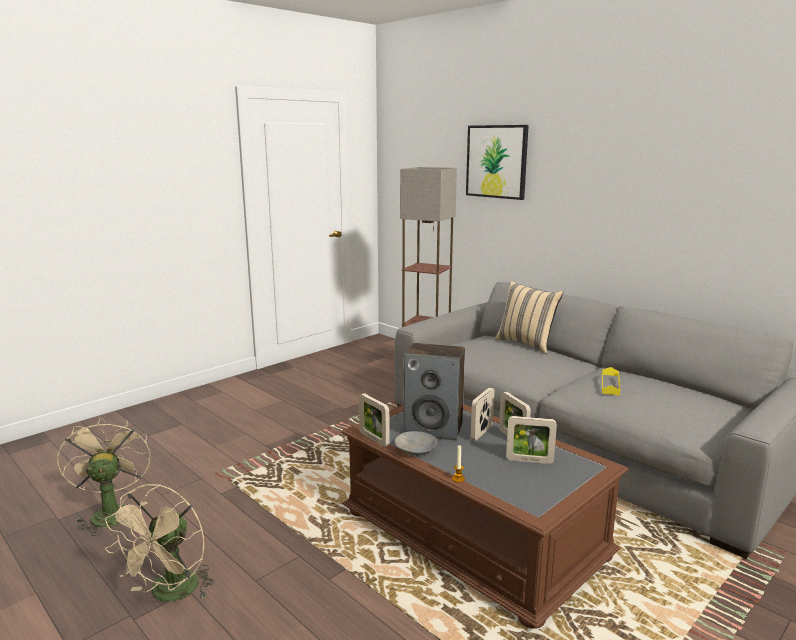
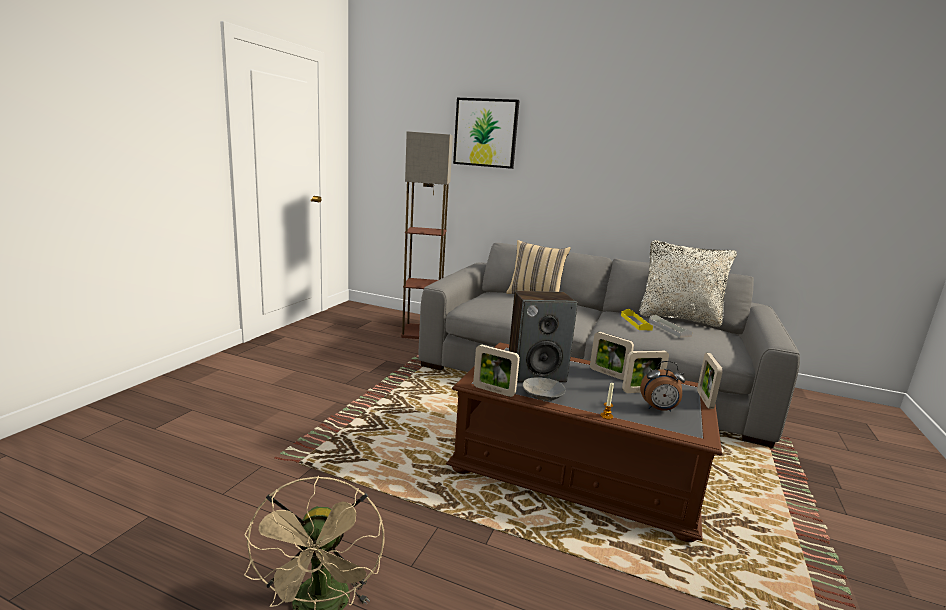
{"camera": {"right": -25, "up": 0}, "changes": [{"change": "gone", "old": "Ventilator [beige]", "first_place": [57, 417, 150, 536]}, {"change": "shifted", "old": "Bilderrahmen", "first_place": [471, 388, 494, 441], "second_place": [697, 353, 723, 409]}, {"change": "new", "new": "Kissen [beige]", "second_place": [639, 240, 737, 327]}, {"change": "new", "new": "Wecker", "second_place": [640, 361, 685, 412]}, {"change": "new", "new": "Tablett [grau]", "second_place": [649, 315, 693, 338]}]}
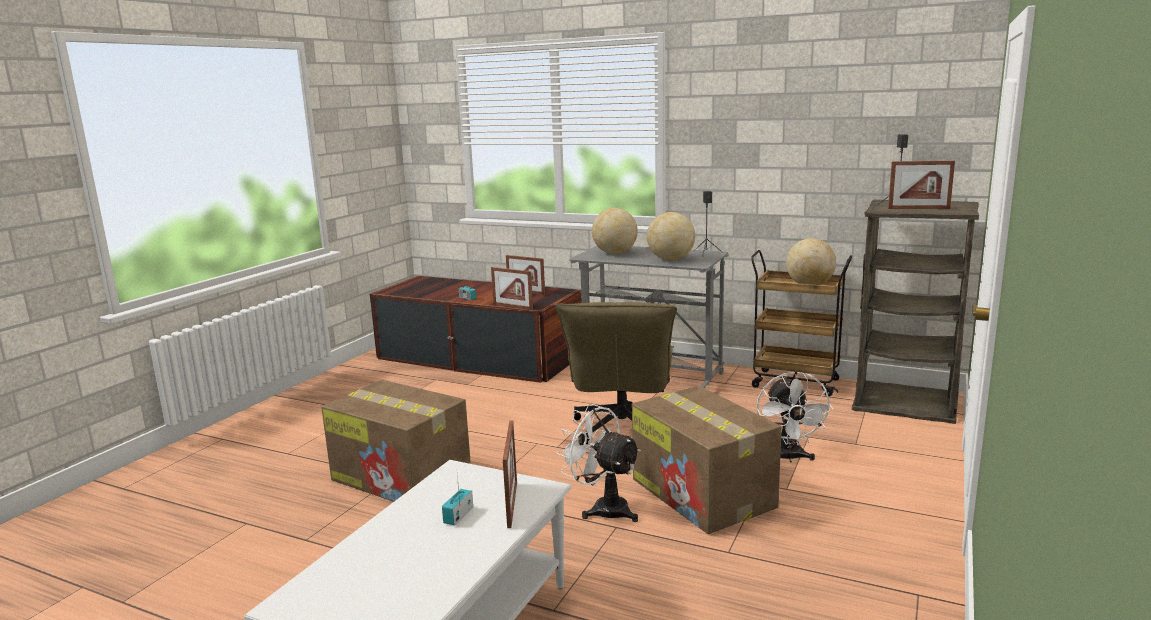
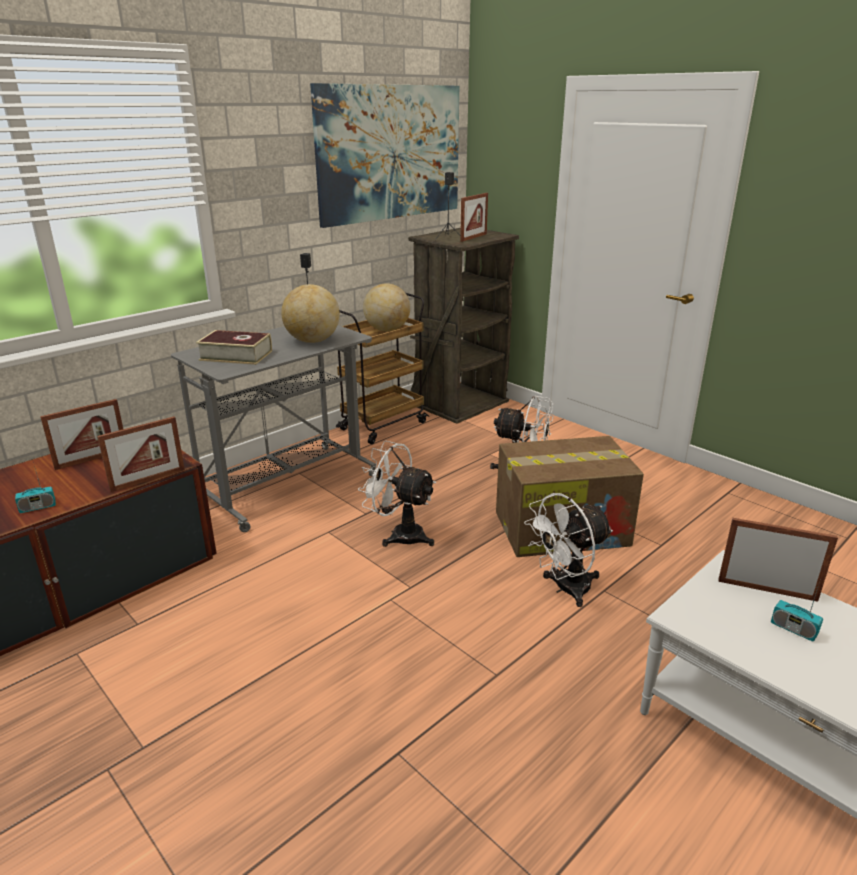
{"camera": {"right": -70, "up": 10}, "changes": [{"change": "gone", "old": "Karton", "first_place": [321, 380, 471, 502]}, {"change": "swapped", "old": "Bürostuhl [beige]", "new": "Ventilator [weiß]", "first_place": [555, 302, 677, 444], "second_place": [358, 440, 436, 547]}, {"change": "swapped", "old": "Globus", "new": "Buch", "first_place": [592, 208, 638, 254], "second_place": [196, 330, 272, 365]}, {"change": "new", "new": "Bild", "second_place": [310, 83, 459, 228]}]}
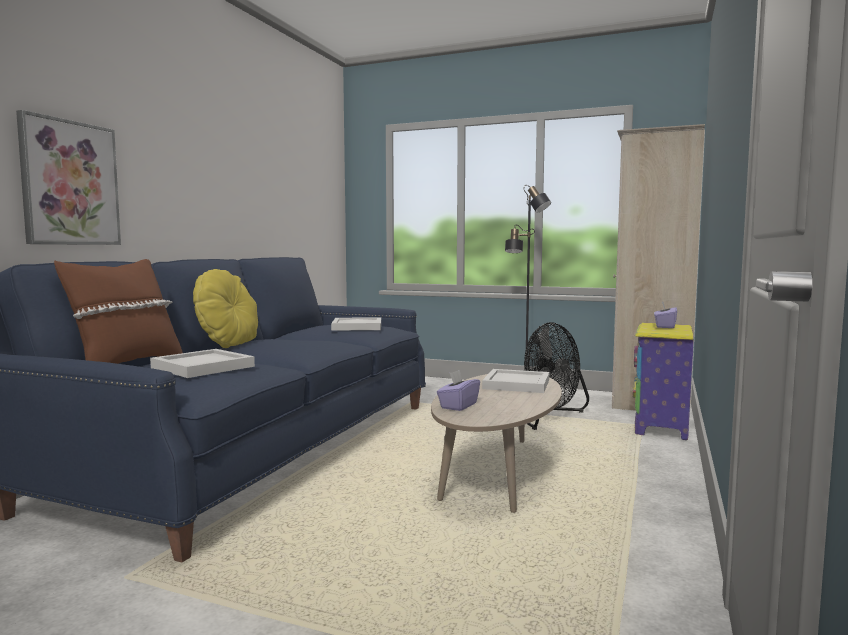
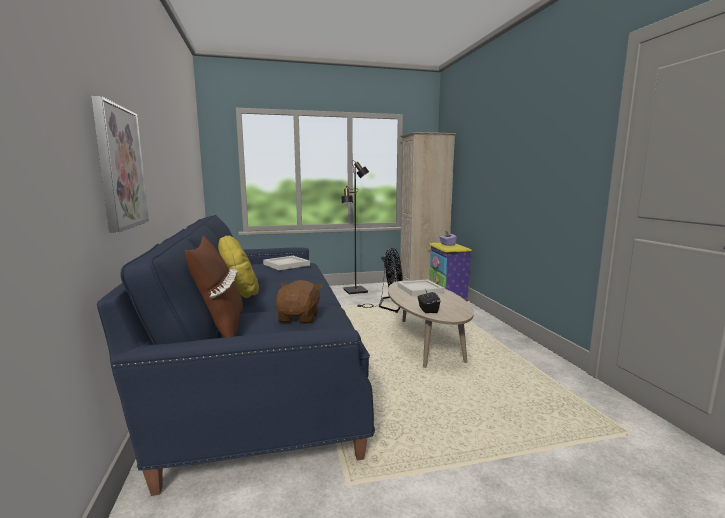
{"camera": {"right": -35, "up": 5}, "changes": [{"change": "swapped", "old": "Tablett [weiß]", "new": "Plüschtier [braun]", "first_place": [150, 349, 255, 378], "second_place": [275, 280, 322, 324]}, {"change": "repainted", "old": "Taschentuchbox [lila]", "new": "Taschentuchbox [schwarz]", "first_place": [437, 369, 480, 411], "second_place": [417, 289, 440, 313]}]}
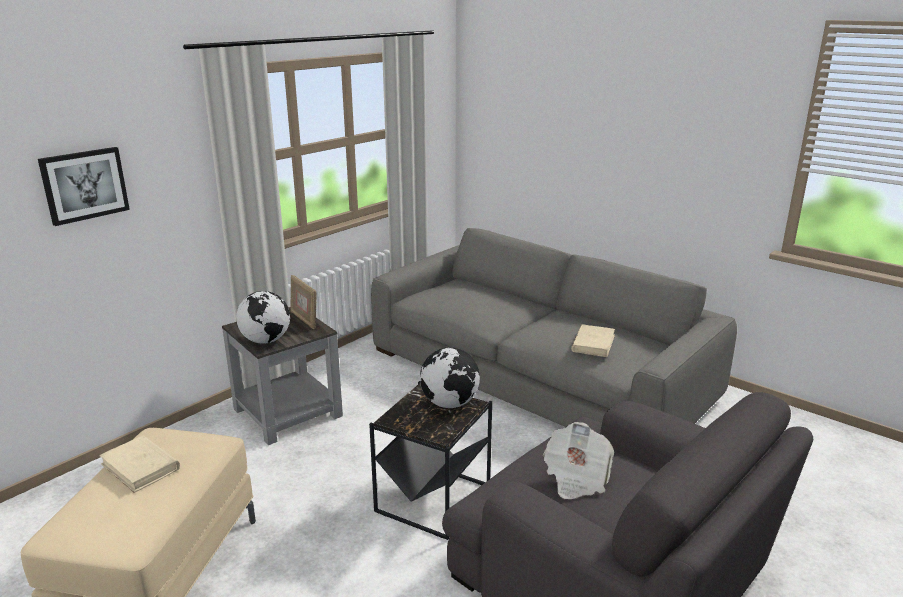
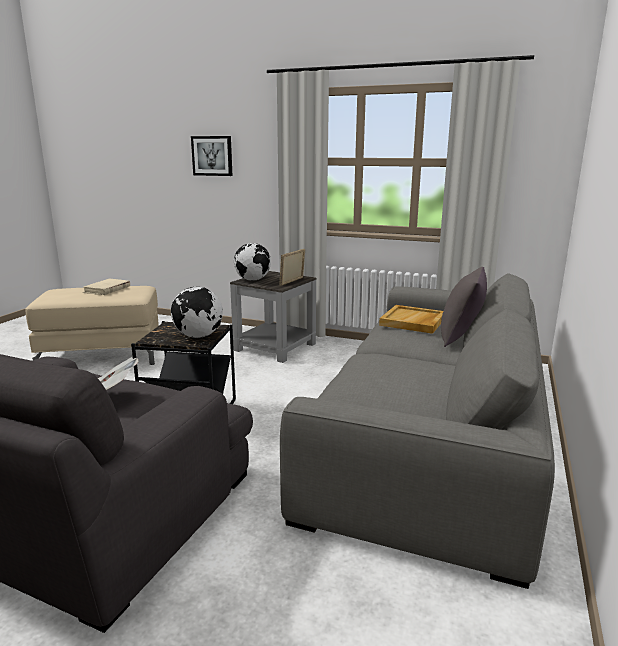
{"camera": {"right": 70, "up": -5}, "changes": [{"change": "gone", "old": "Buch [beige]", "first_place": [571, 324, 615, 357]}, {"change": "new", "new": "Tablett [beige]", "second_place": [379, 305, 443, 334]}, {"change": "new", "new": "Kissen [grau]", "second_place": [441, 267, 487, 347]}]}
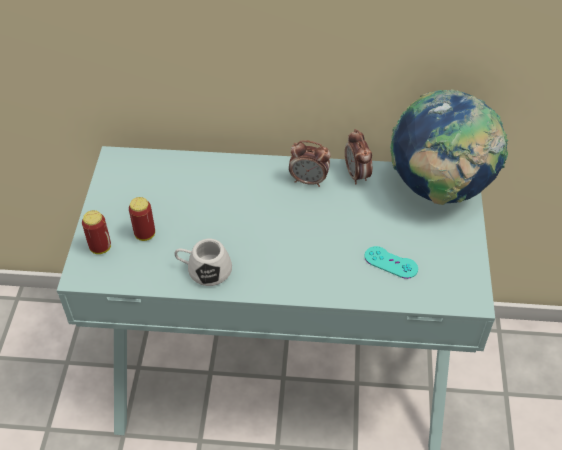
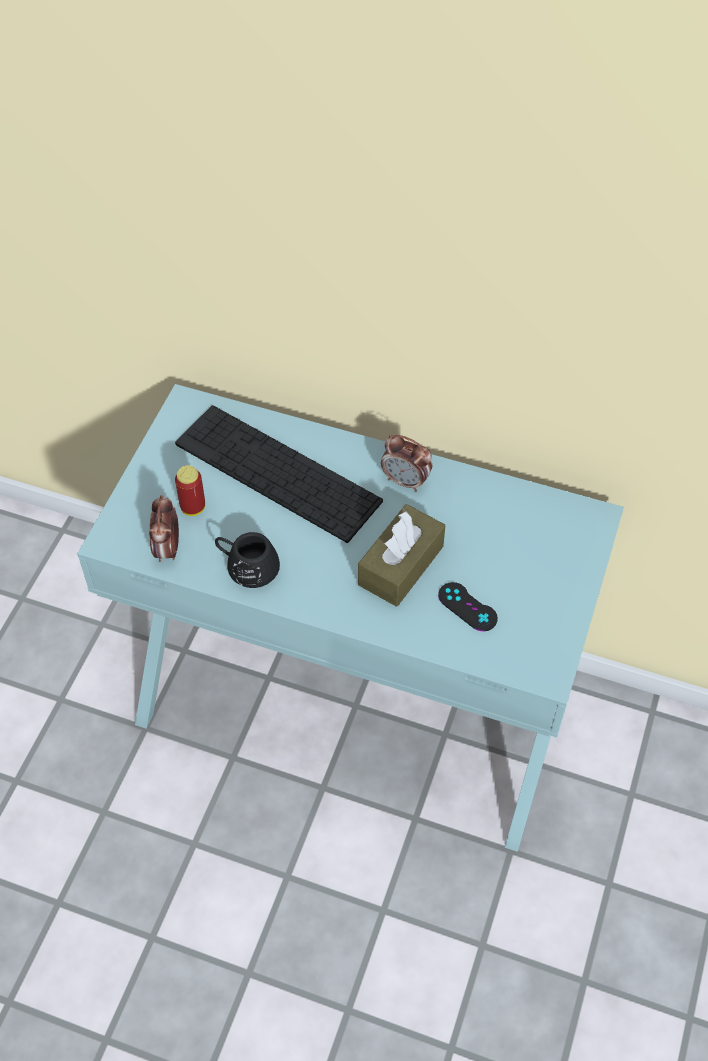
{"camera": {"right": 15, "up": 5}, "changes": [{"change": "gone", "old": "Dose", "first_place": [82, 210, 111, 254]}, {"change": "repainted", "old": "Henkelbecher [weiß]", "new": "Henkelbecher [schwarz]", "first_place": [175, 239, 232, 286], "second_place": [215, 532, 280, 588]}, {"change": "shifted", "old": "Wecker", "first_place": [345, 129, 372, 184], "second_place": [149, 495, 179, 562]}, {"change": "repainted", "old": "Gamepad [türkis]", "new": "Gamepad [schwarz]", "first_place": [364, 246, 418, 279], "second_place": [438, 582, 498, 631]}, {"change": "gone", "old": "Globus", "first_place": [390, 89, 508, 205]}, {"change": "new", "new": "Tastatur", "second_place": [175, 405, 383, 543]}, {"change": "new", "new": "Taschentuchbox [braun]", "second_place": [358, 504, 445, 607]}]}
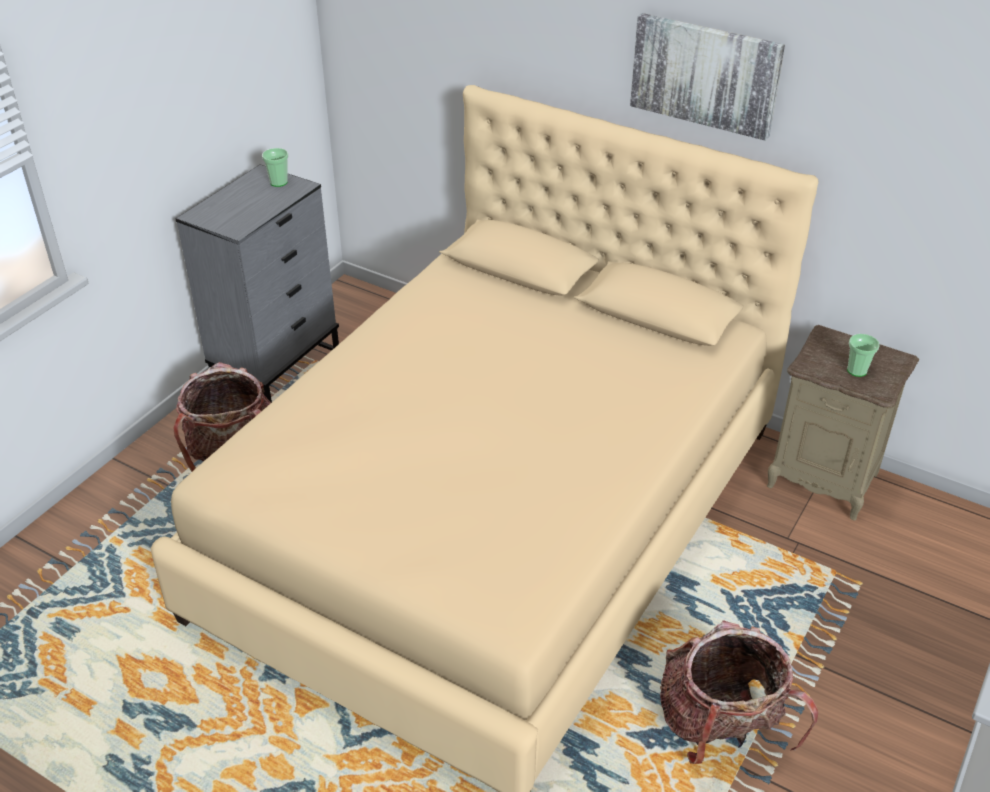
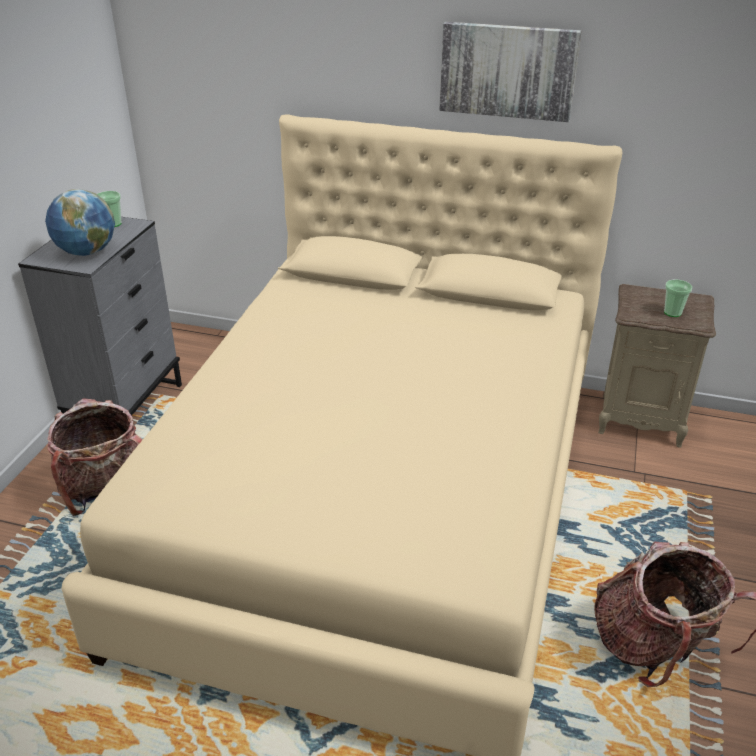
{"camera": {"right": -15, "up": -5}, "changes": [{"change": "new", "new": "Globus", "second_place": [45, 189, 115, 256]}]}
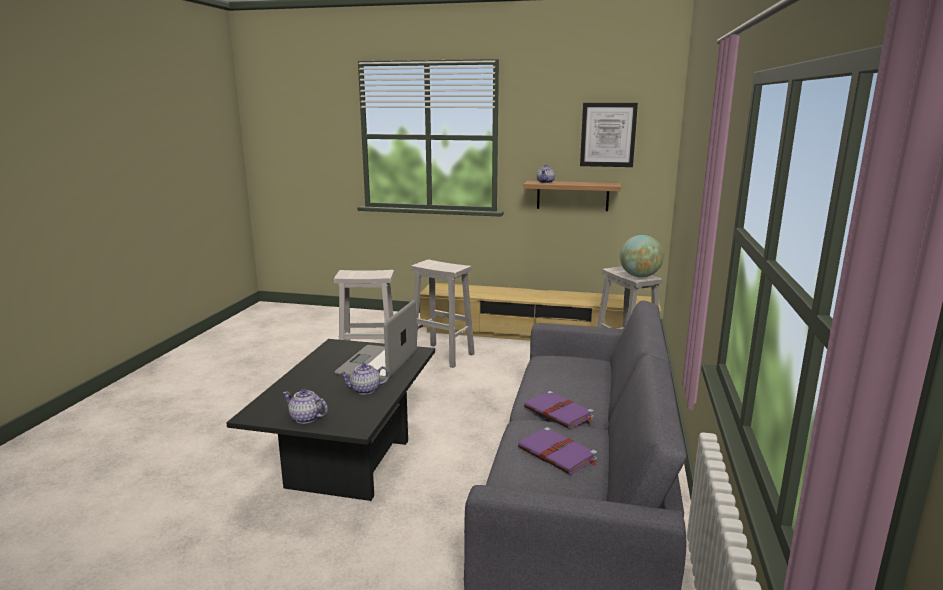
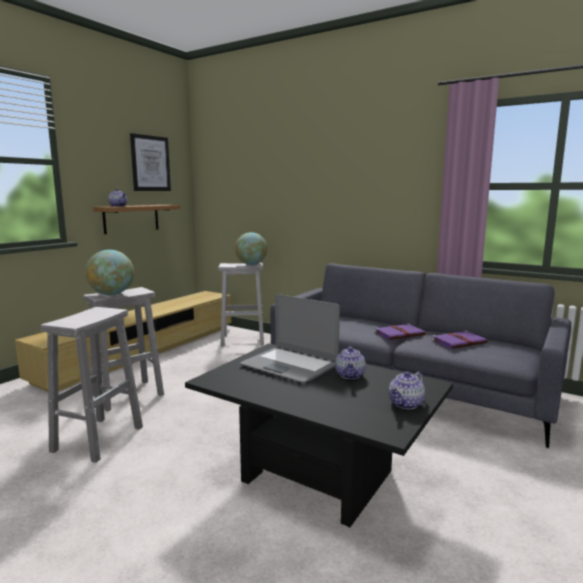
{"camera": {"right": -70, "up": -5}, "changes": [{"change": "new", "new": "Globus", "second_place": [85, 250, 134, 295]}]}
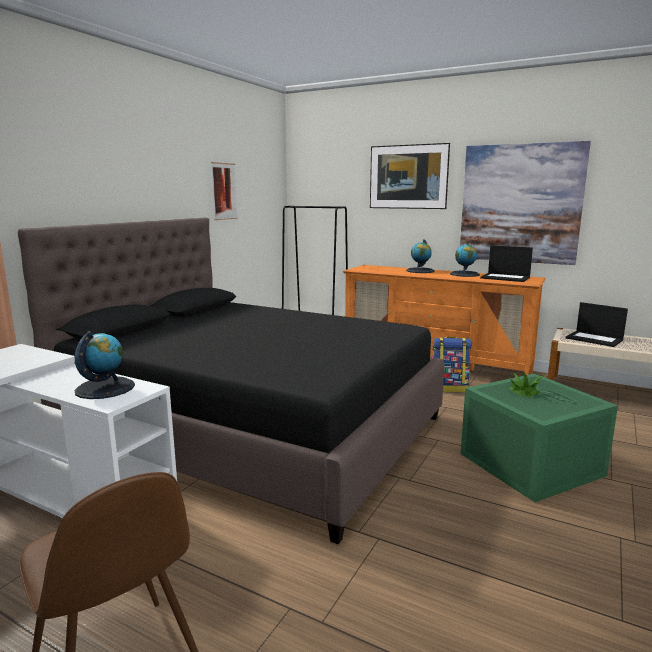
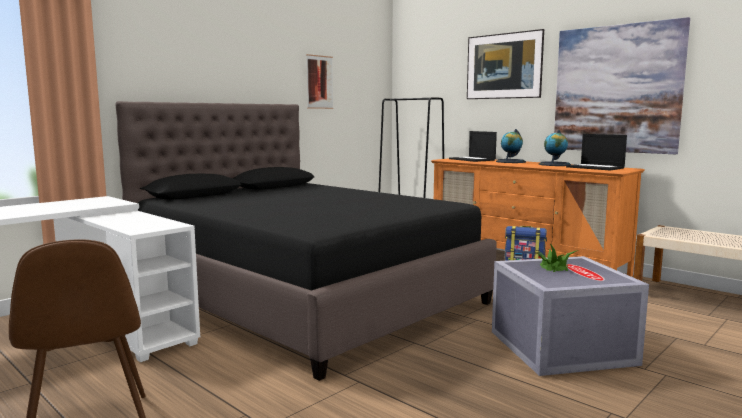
{"camera": {"right": 15, "up": -5}, "changes": [{"change": "gone", "old": "Globus", "first_place": [74, 331, 135, 399]}, {"change": "repainted", "old": "Aufbewahrungsbox [grün]", "new": "Aufbewahrungsbox [grau]", "first_place": [461, 373, 618, 502], "second_place": [492, 256, 649, 376]}, {"change": "shifted", "old": "Laptop", "first_place": [566, 302, 628, 347], "second_place": [449, 131, 497, 162]}]}
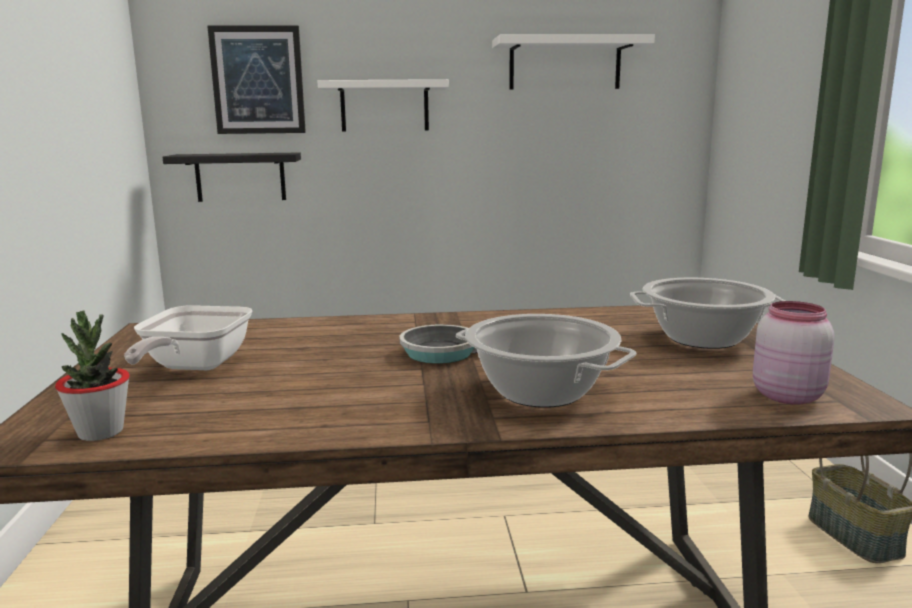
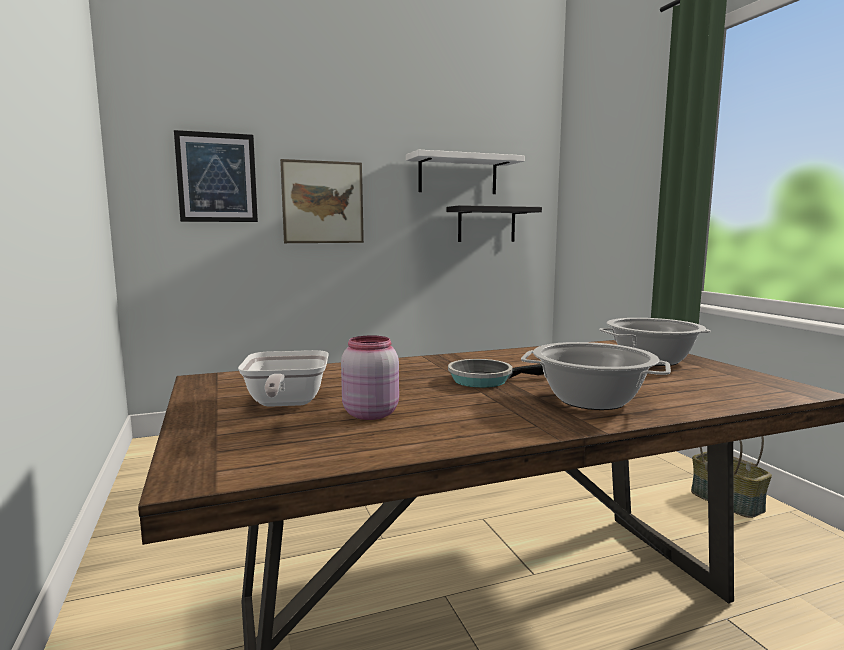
{"camera": {"right": -15, "up": -5}, "changes": [{"change": "gone", "old": "Topfpflanze", "first_place": [55, 310, 130, 441]}, {"change": "shifted", "old": "Wandregal [schwarz]", "first_place": [162, 152, 301, 202], "second_place": [447, 205, 542, 242]}, {"change": "swapped", "old": "Wandregal [weiß]", "new": "Bild", "first_place": [318, 79, 449, 132], "second_place": [280, 159, 364, 243]}, {"change": "shifted", "old": "Vorratsglas [rosa]", "first_place": [753, 301, 835, 405], "second_place": [341, 335, 399, 420]}]}
